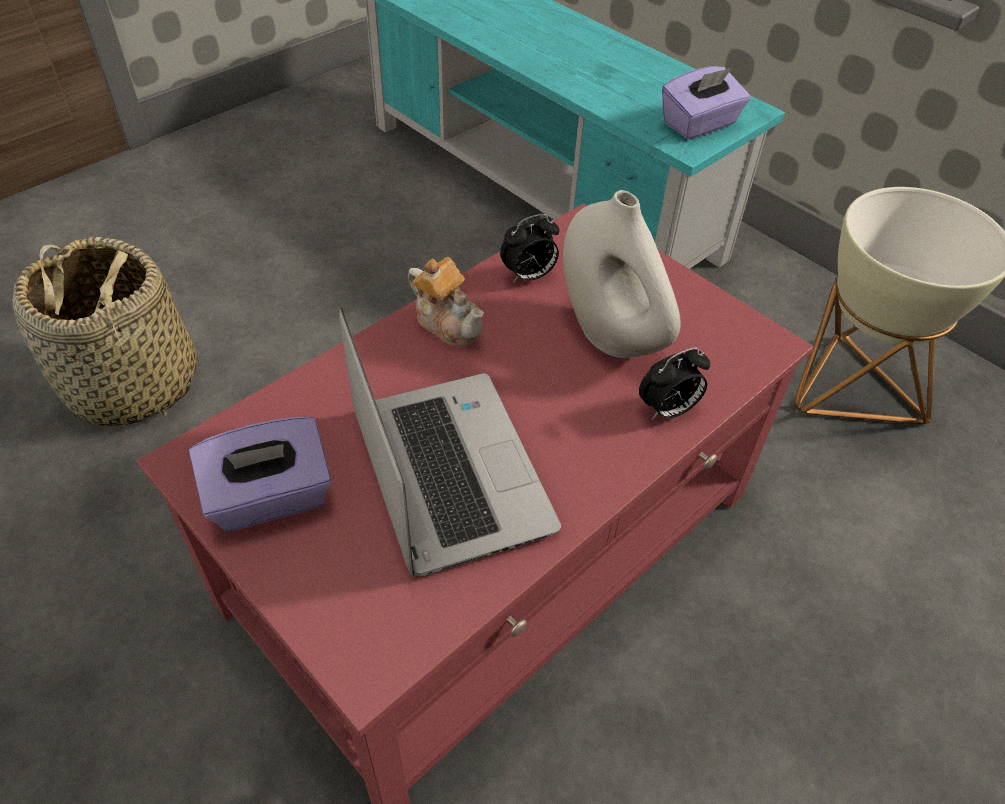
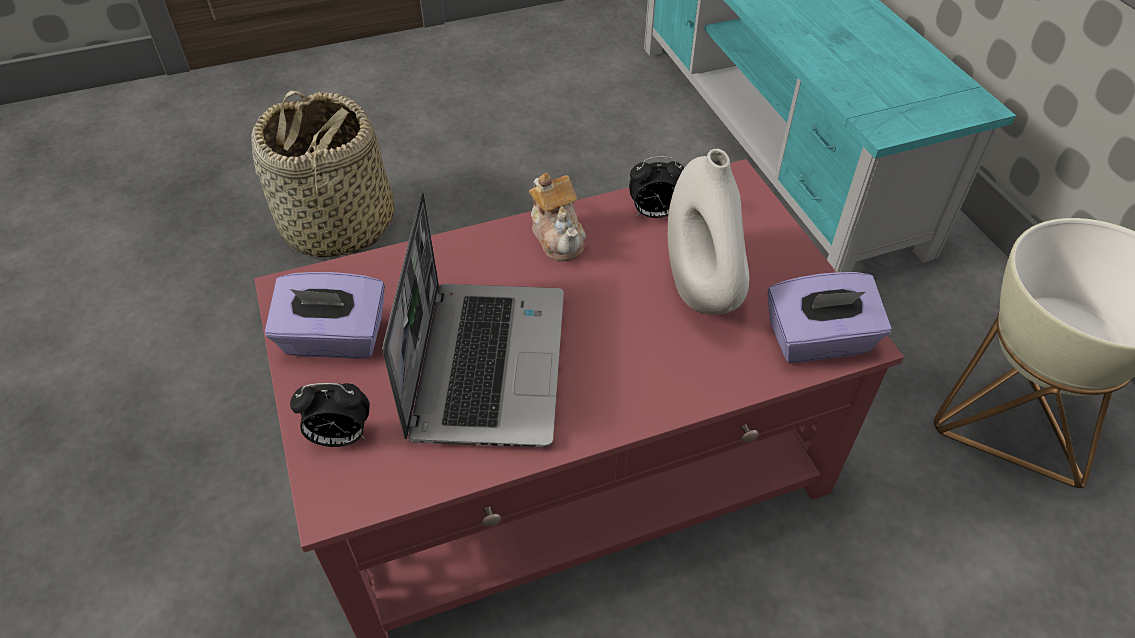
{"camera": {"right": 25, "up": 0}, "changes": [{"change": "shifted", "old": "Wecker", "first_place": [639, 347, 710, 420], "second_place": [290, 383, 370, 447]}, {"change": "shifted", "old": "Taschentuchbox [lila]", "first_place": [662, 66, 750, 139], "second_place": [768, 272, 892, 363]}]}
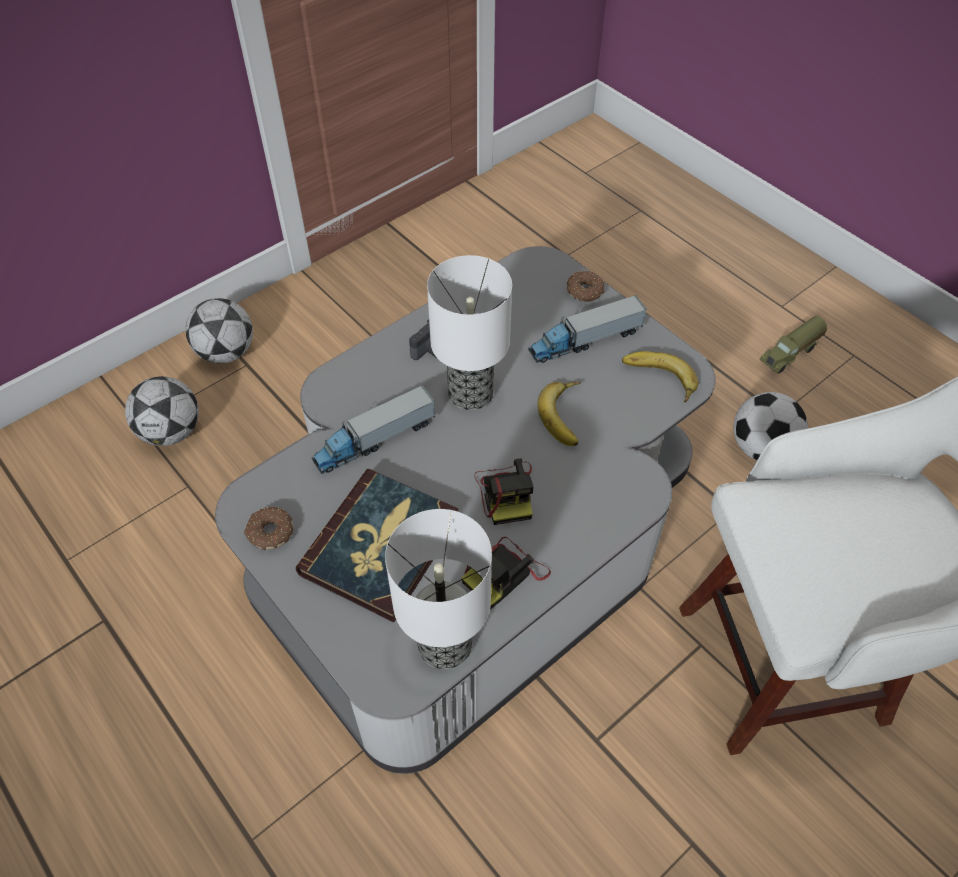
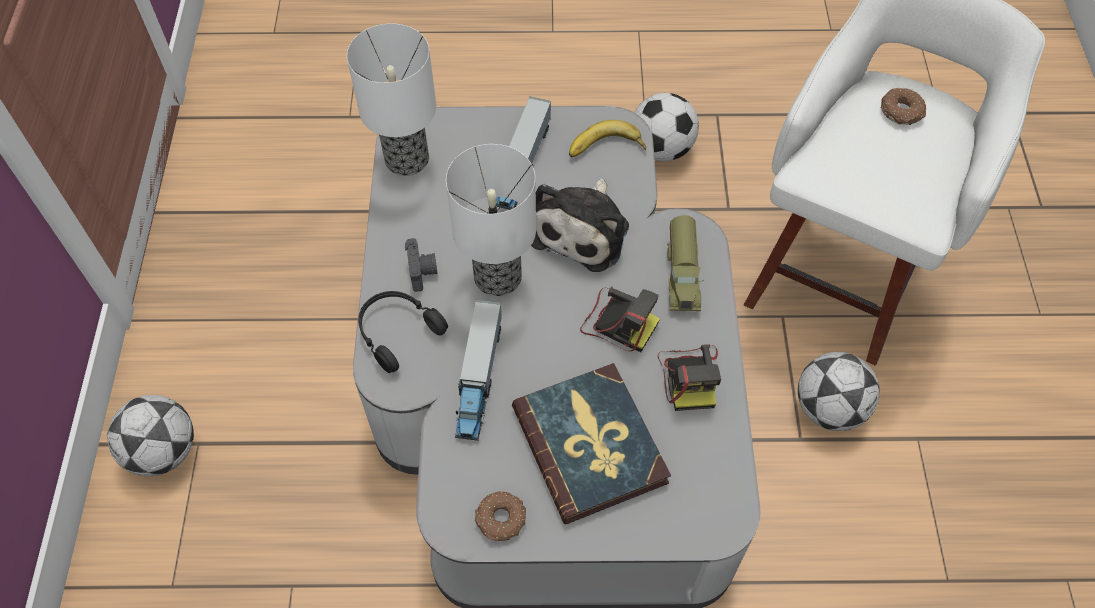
{"camera": {"right": -50, "up": 5}, "changes": [{"change": "shifted", "old": "Fußball", "first_place": [125, 376, 199, 446], "second_place": [798, 352, 879, 431]}, {"change": "shifted", "old": "Tischlampe", "first_place": [385, 509, 492, 669], "second_place": [347, 24, 437, 176]}, {"change": "swapped", "old": "Banane", "new": "Plüschtier", "first_place": [538, 382, 581, 446], "second_place": [531, 179, 629, 272]}, {"change": "shifted", "old": "Donut", "first_place": [567, 271, 604, 302], "second_place": [881, 88, 926, 125]}, {"change": "shifted", "old": "Spielzeuglaster", "first_place": [759, 316, 827, 373], "second_place": [667, 215, 704, 311]}, {"change": "new", "new": "Kopfhörer [schwarz]", "second_place": [358, 291, 448, 373]}]}
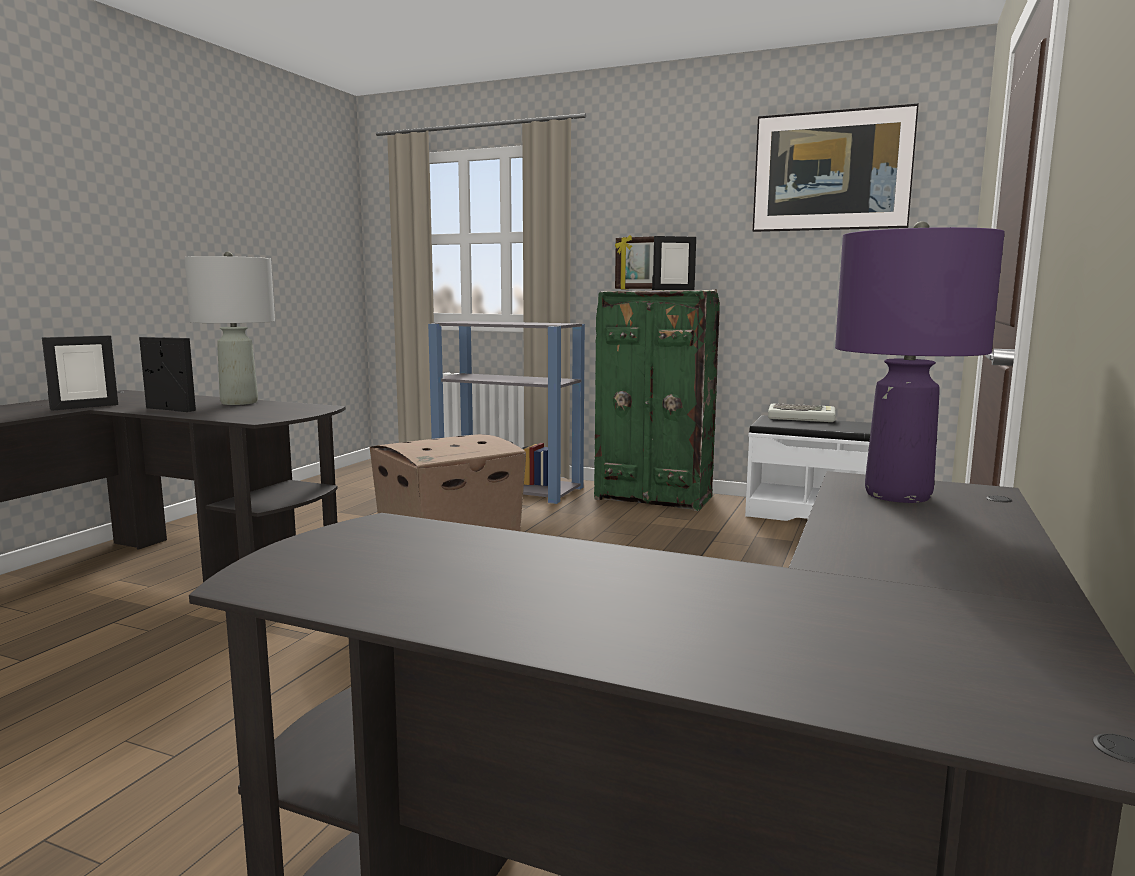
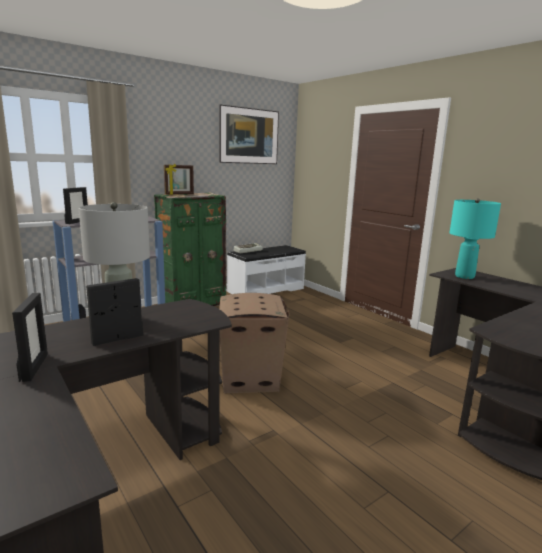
{"camera": {"right": -60, "up": 5}, "changes": [{"change": "shifted", "old": "Bilderrahmen", "first_place": [652, 236, 696, 290], "second_place": [63, 187, 88, 224]}, {"change": "repainted", "old": "Tischlampe [lila]", "new": "Tischlampe [türkis]", "first_place": [835, 221, 1005, 503], "second_place": [449, 198, 501, 279]}]}
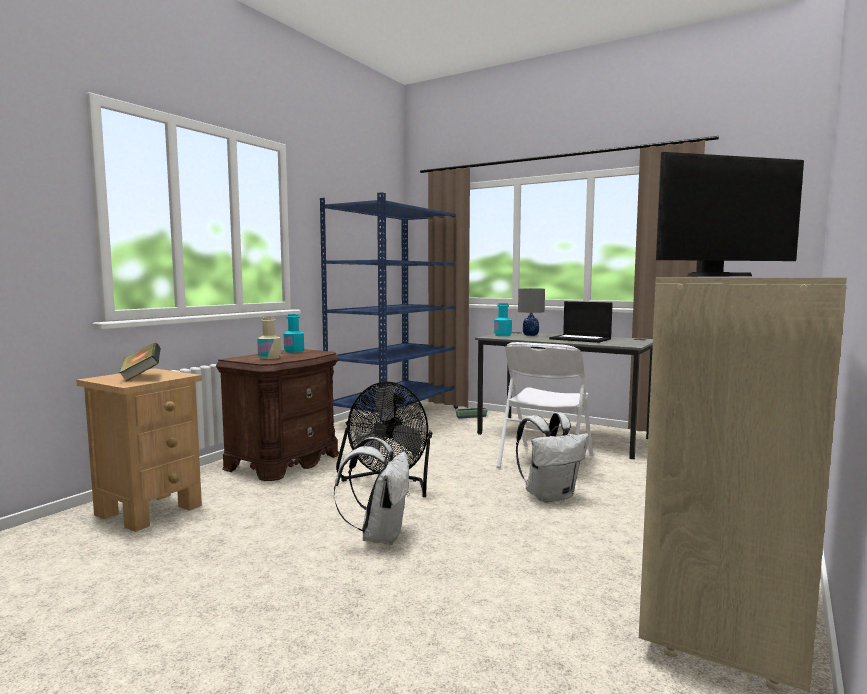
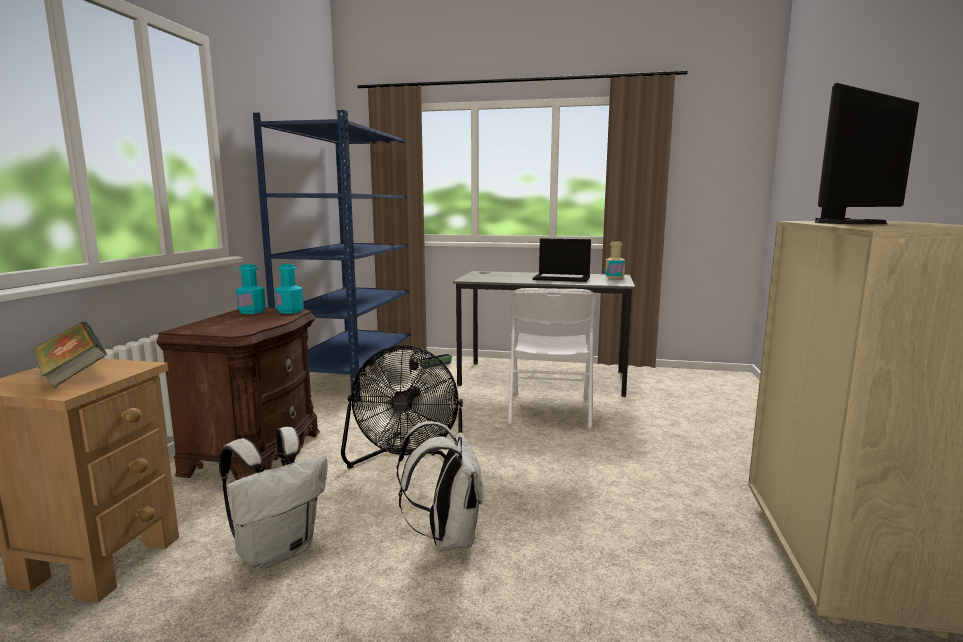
{"camera": {"right": -20, "up": 5}, "changes": [{"change": "shifted", "old": "Flasche [beige]", "first_place": [257, 317, 281, 359], "second_place": [605, 241, 625, 278]}, {"change": "shifted", "old": "Flasche [türkis]", "first_place": [494, 303, 512, 336], "second_place": [275, 264, 304, 314]}, {"change": "shifted", "old": "Rucksack [weiß]", "first_place": [516, 413, 589, 503], "second_place": [219, 427, 327, 569]}, {"change": "gone", "old": "Tischlampe [grau]", "first_place": [518, 288, 545, 336]}]}
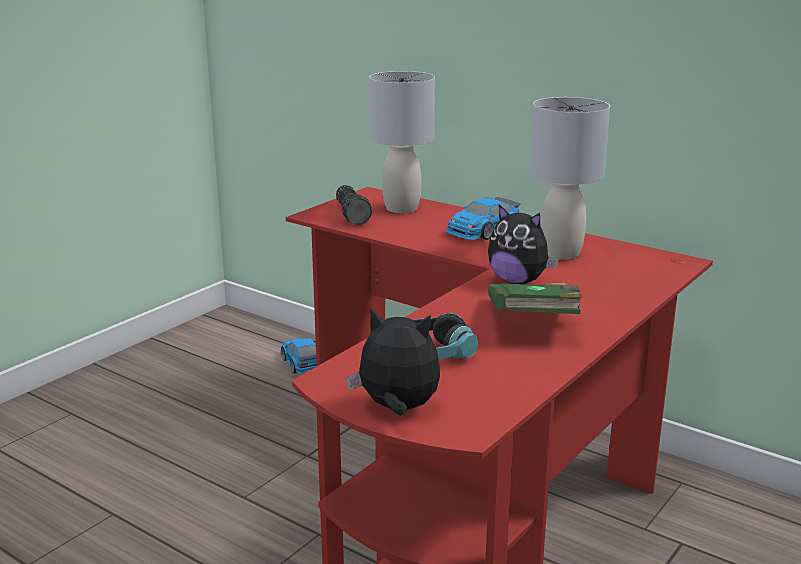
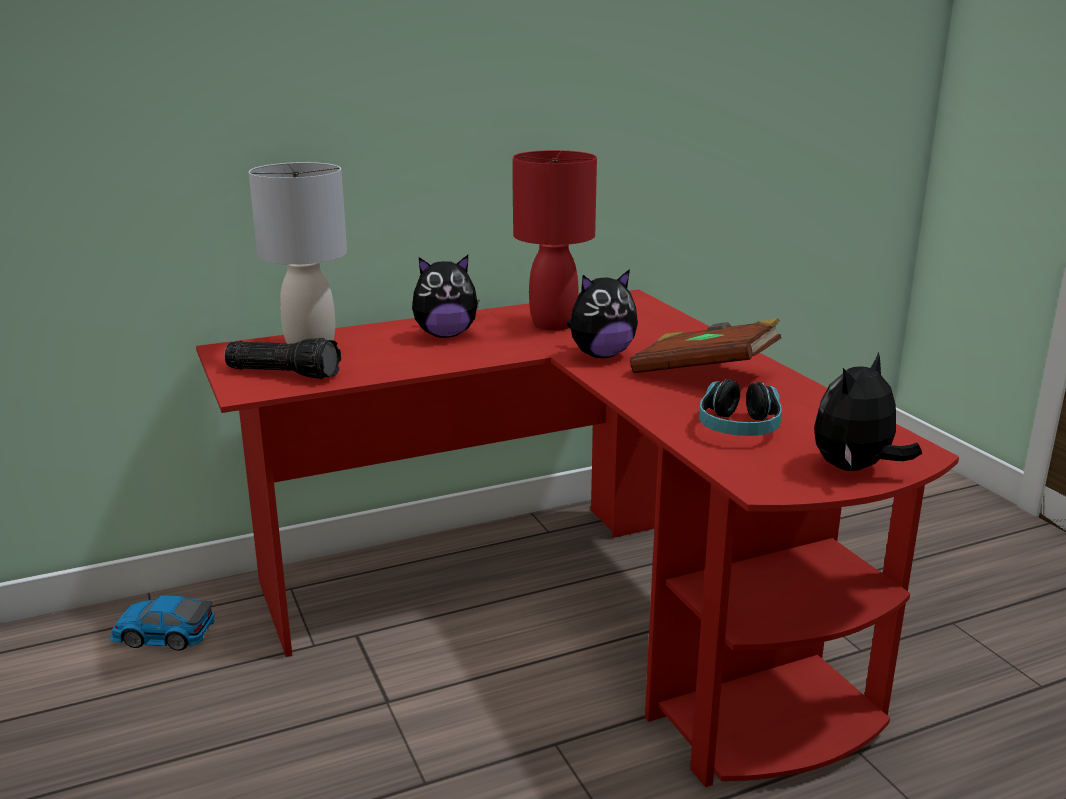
{"camera": {"right": -60, "up": 0}, "changes": [{"change": "swapped", "old": "Spielzeugauto", "new": "Plüschtier", "first_place": [446, 197, 520, 240], "second_place": [412, 255, 480, 338]}, {"change": "repainted", "old": "Buch [grün]", "new": "Buch [braun]", "first_place": [488, 283, 582, 314], "second_place": [630, 318, 781, 373]}, {"change": "repainted", "old": "Tischlampe [grau]", "new": "Tischlampe [rot]", "first_place": [529, 97, 610, 260], "second_place": [513, 150, 597, 331]}]}
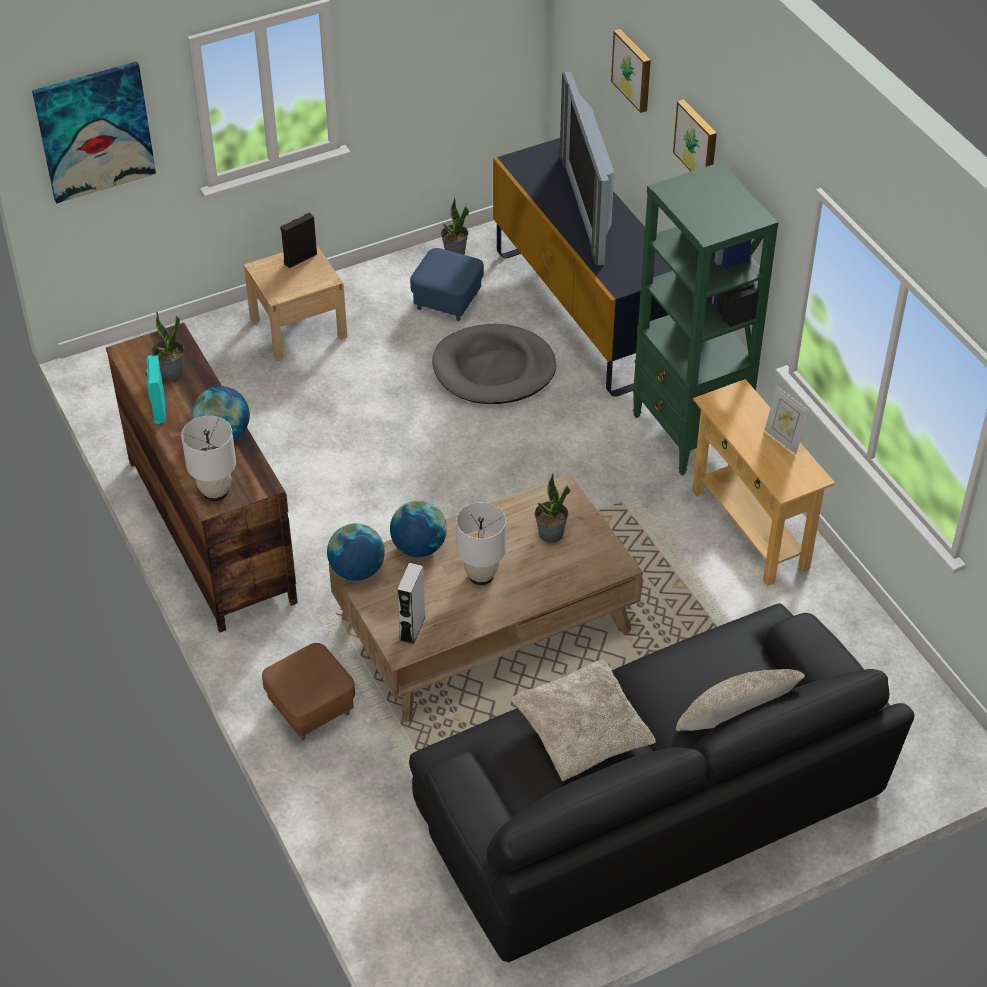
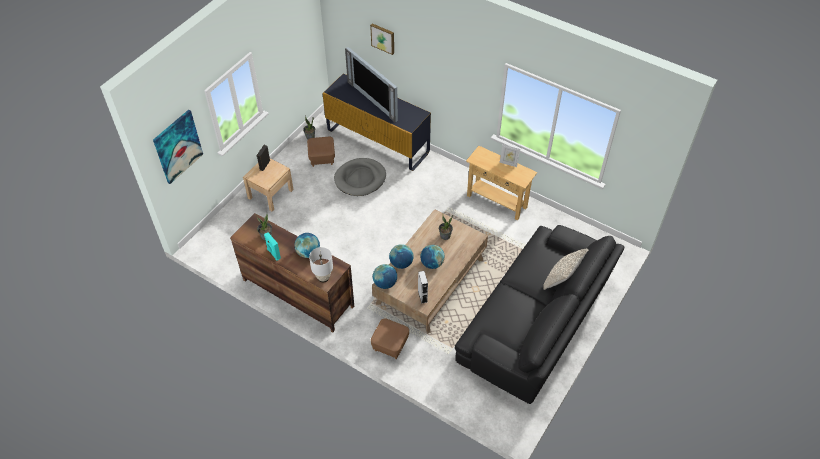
{"camera": {"right": -30, "up": 5}, "changes": [{"change": "repainted", "old": "Polsterhocker [blau]", "new": "Polsterhocker [braun]", "first_place": [410, 248, 484, 321], "second_place": [307, 136, 335, 167]}, {"change": "swapped", "old": "Tischlampe [weiß]", "new": "Globus", "first_place": [456, 502, 506, 585], "second_place": [420, 245, 445, 269]}, {"change": "gone", "old": "Kissen [beige]", "first_place": [512, 660, 656, 781]}, {"change": "gone", "old": "Bücherregal [grün]", "first_place": [633, 162, 778, 475]}, {"change": "gone", "old": "Bild", "first_place": [673, 99, 717, 171]}]}
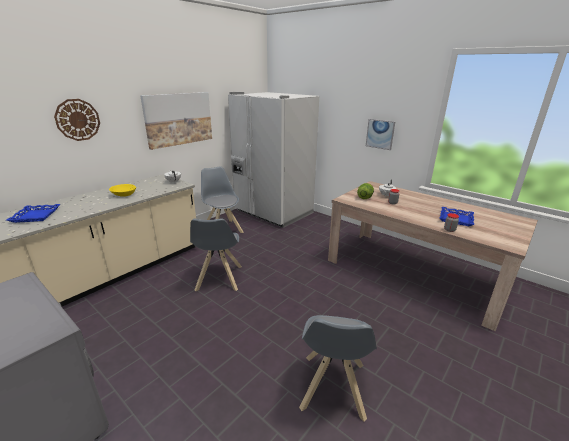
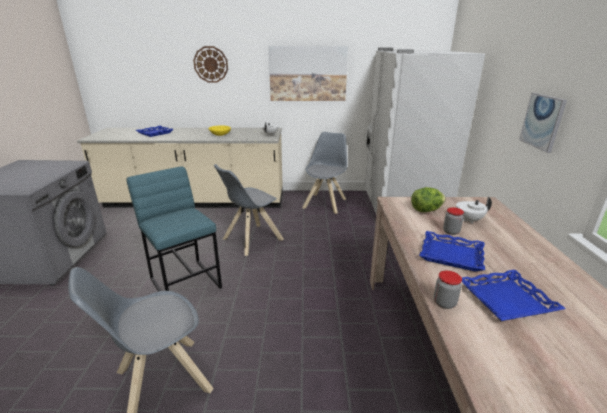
{"camera": {"right": 50, "up": 0}, "changes": [{"change": "new", "new": "Hocker [blau]", "second_place": [126, 167, 222, 292]}, {"change": "new", "new": "Tablett [blau]", "second_place": [419, 231, 485, 271]}]}
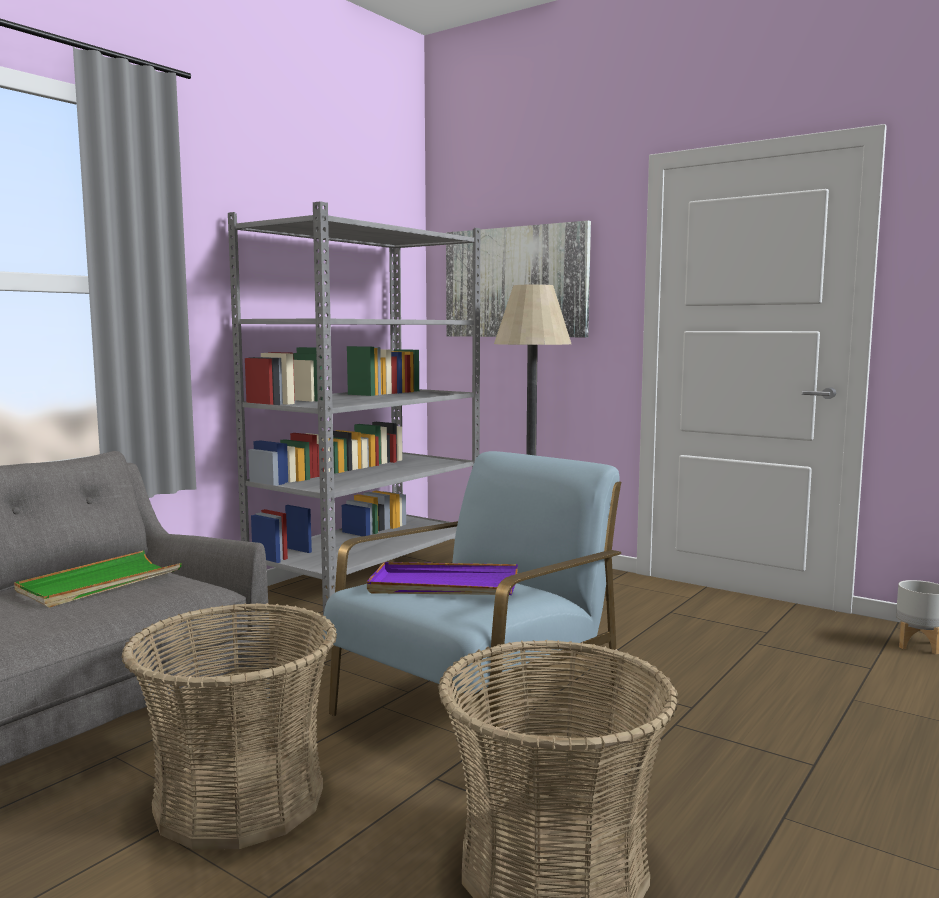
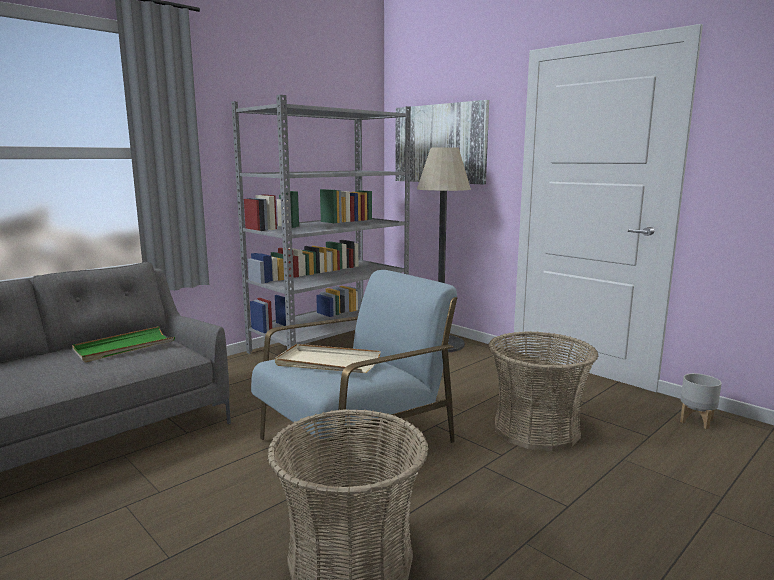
{"camera": {"right": 10, "up": 5}, "changes": [{"change": "shifted", "old": "Korb", "first_place": [121, 603, 337, 849], "second_place": [488, 331, 598, 451]}, {"change": "repainted", "old": "Tablett [lila]", "new": "Tablett [beige]", "first_place": [367, 562, 518, 595], "second_place": [275, 344, 381, 373]}]}
